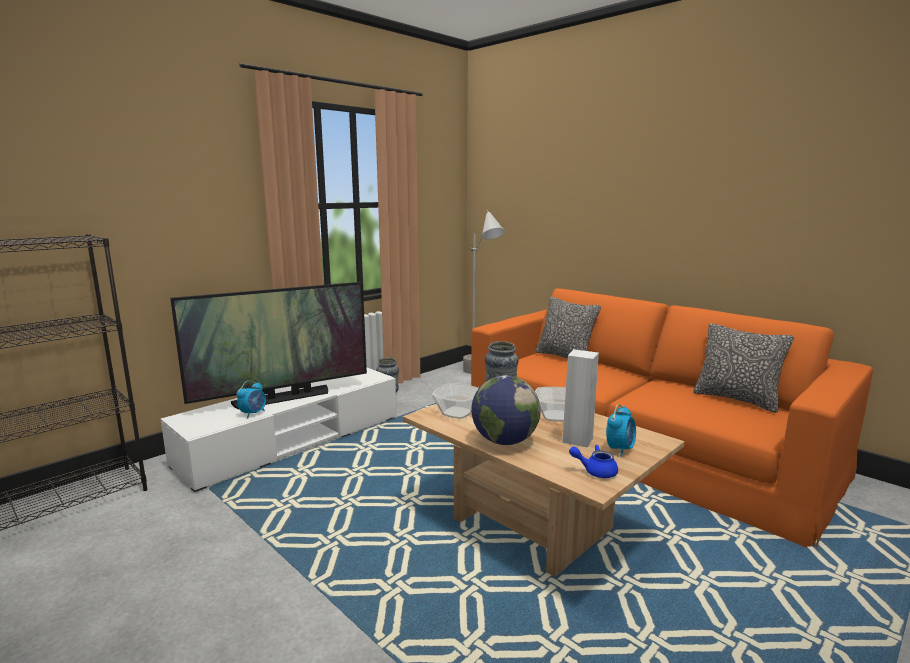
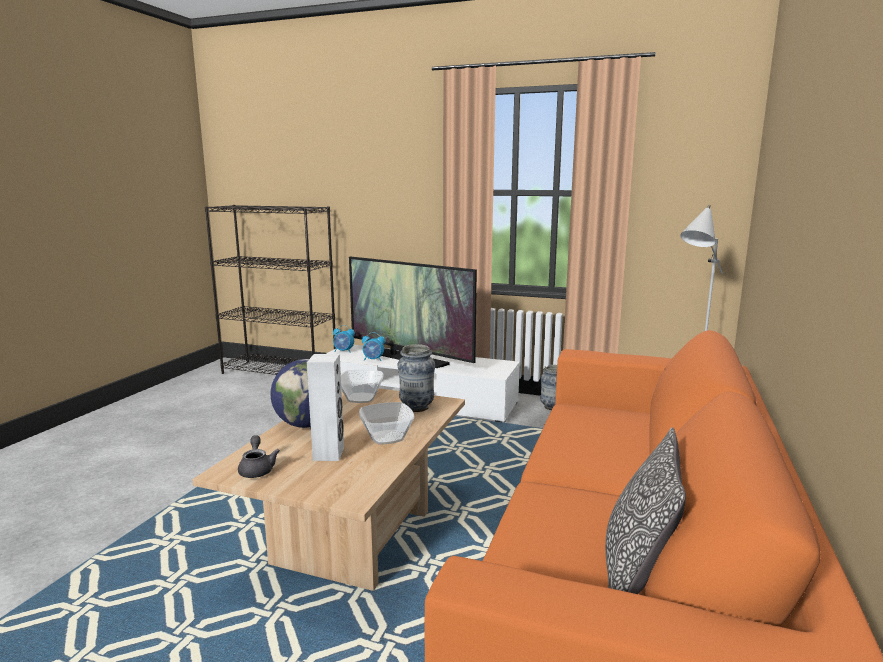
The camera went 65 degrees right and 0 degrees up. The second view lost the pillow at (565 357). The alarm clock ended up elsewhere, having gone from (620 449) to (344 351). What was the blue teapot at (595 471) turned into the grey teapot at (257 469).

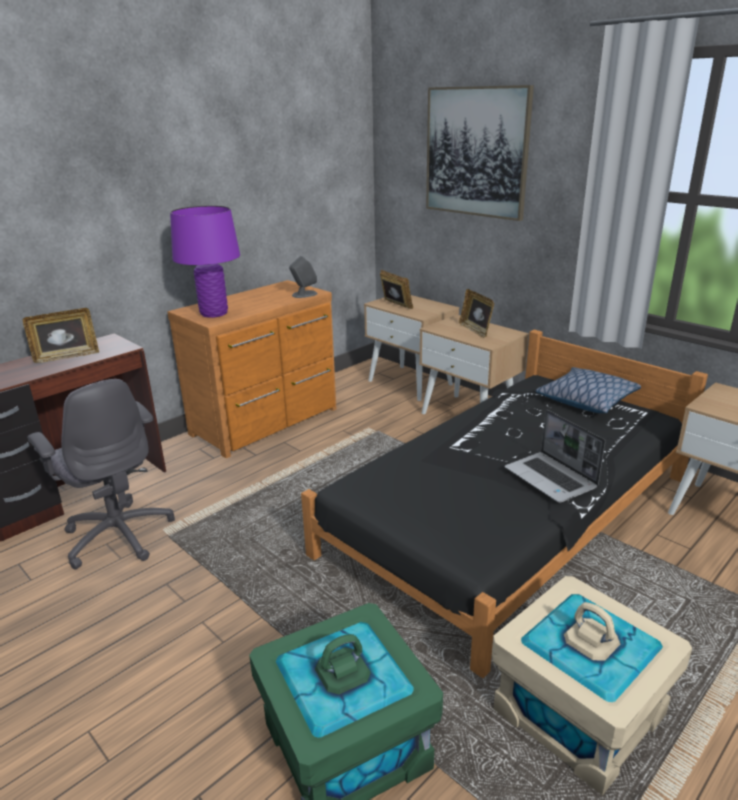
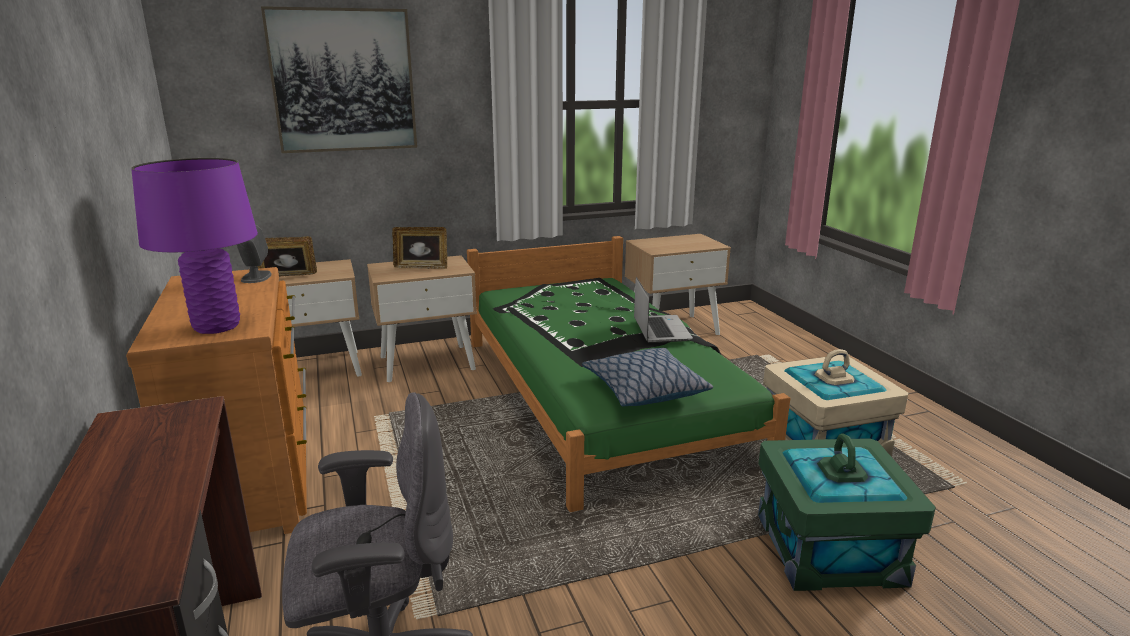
The camera went 65 degrees left and 5 degrees down. The second view lost the picture frame at (66 356). The pillow ended up elsewhere, having gone from (586 400) to (644 390). What was the black bed at (510 514) turned into the green bed at (599 395). The laptop at (551 478) ended up facing another way, 90 degrees counterclockwise from before.

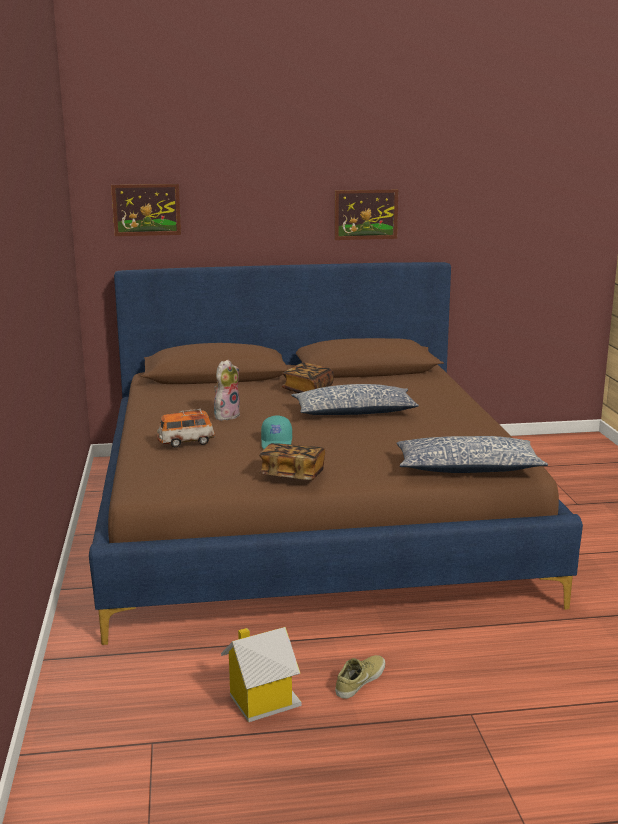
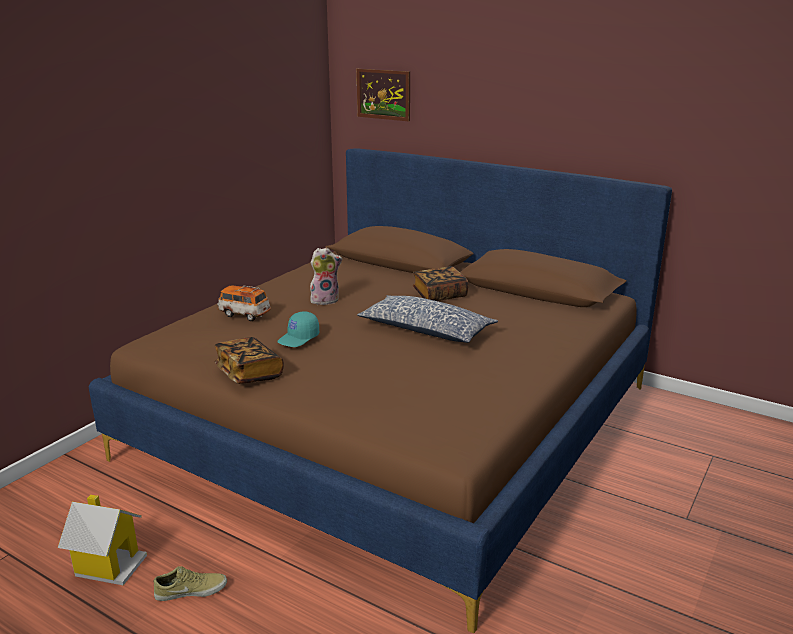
The camera went 40 degrees right and 5 degrees up. The second view lost the picture at (366 214). The second view lost the pillow at (467 468).

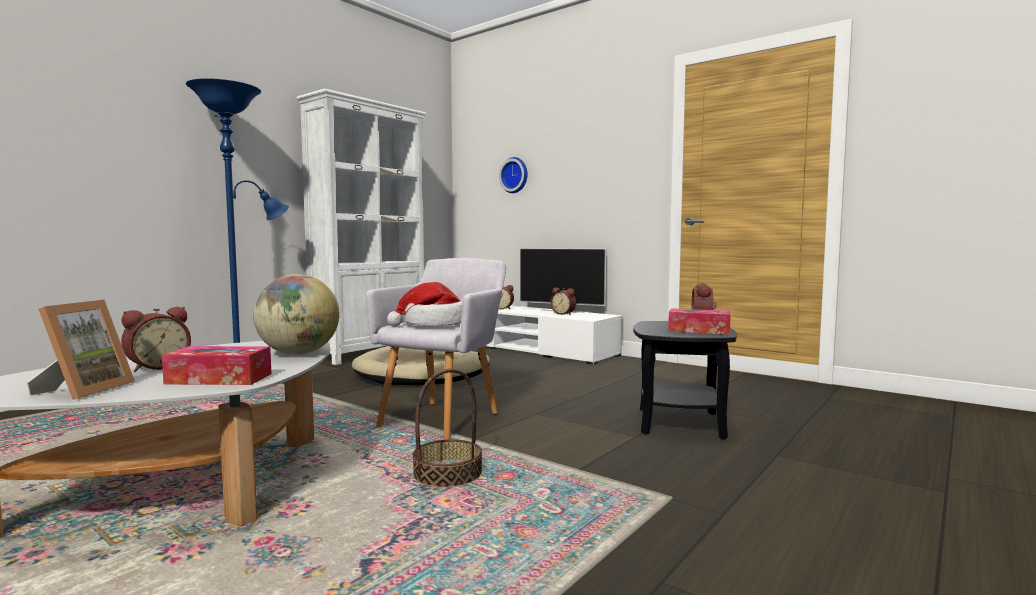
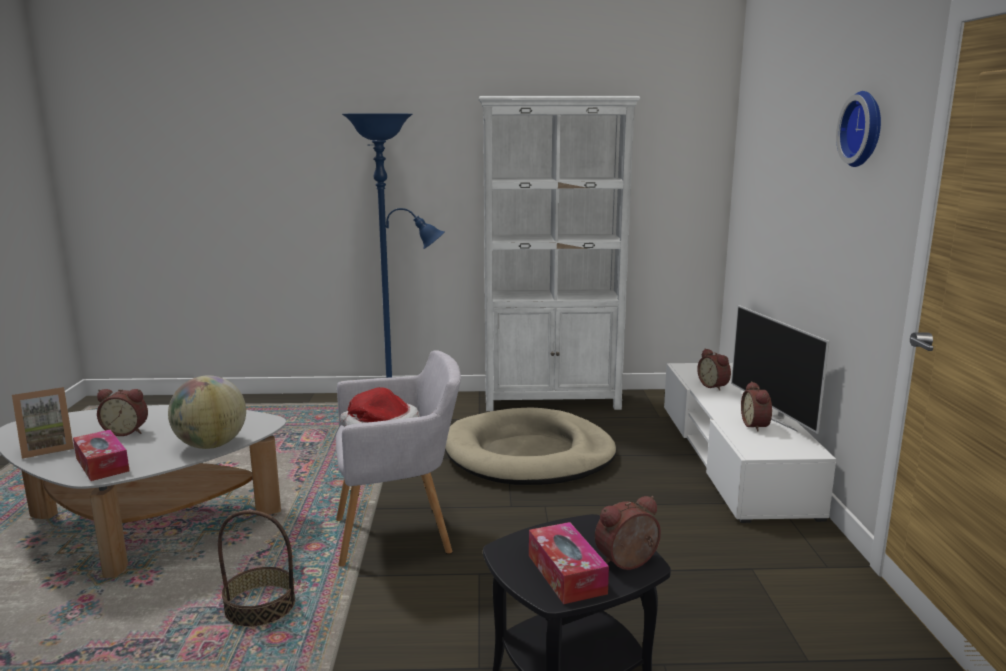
The camera went 50 degrees right and 10 degrees up. The wall clock ended up elsewhere, having gone from (515 175) to (865 129).

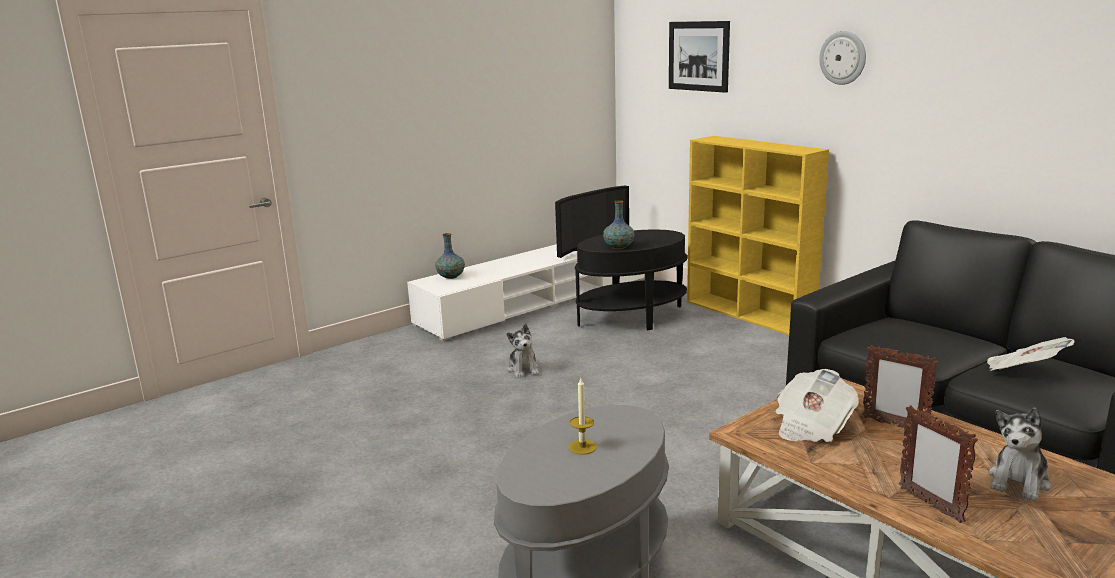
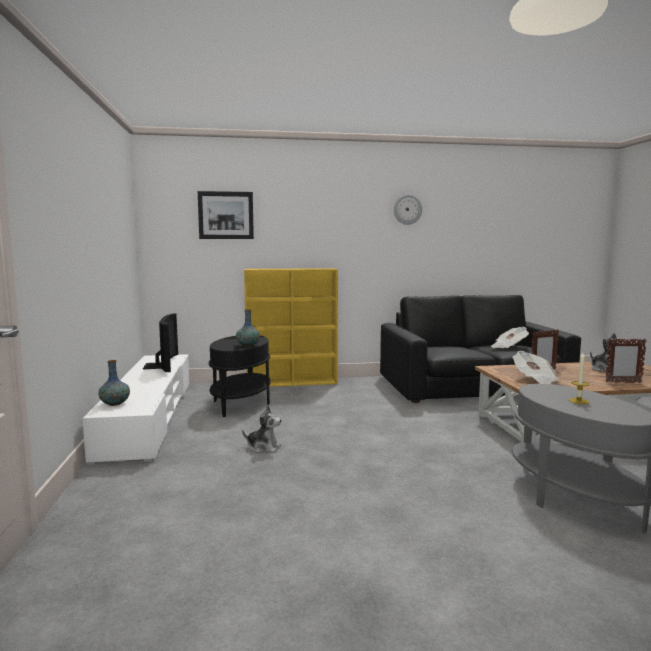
The camera went 60 degrees left and 10 degrees down. The wall clock ended up elsewhere, having gone from (843 57) to (407 209).

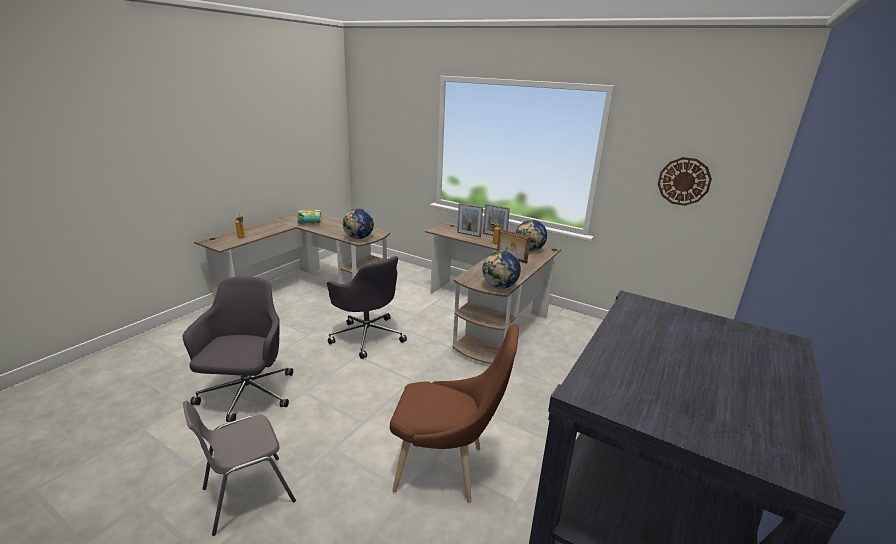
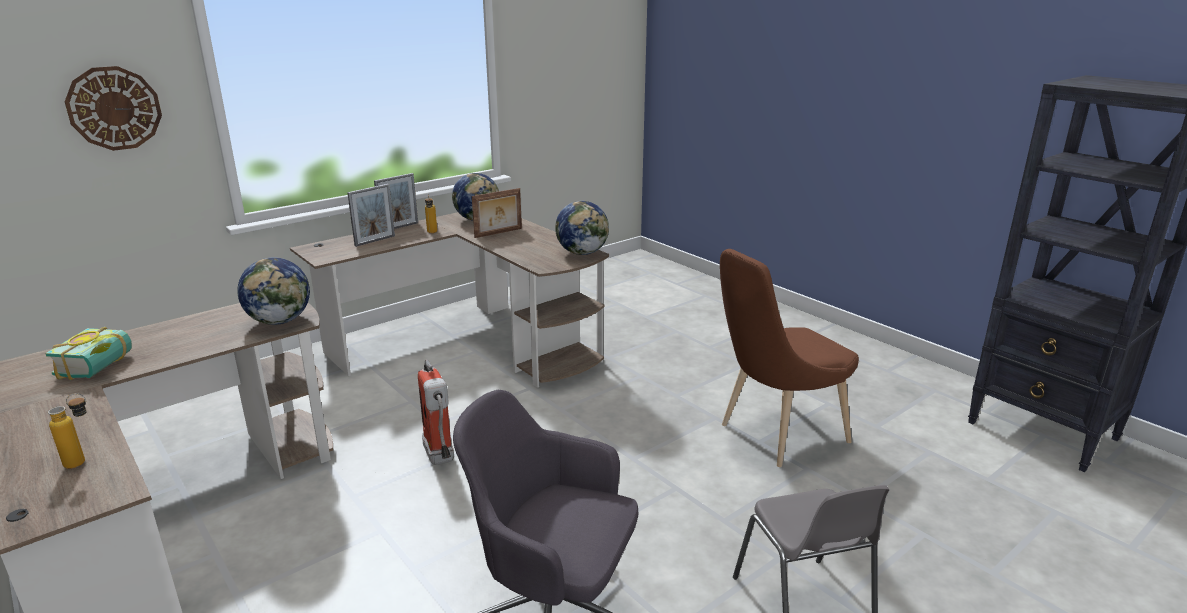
The camera went 70 degrees left and 0 degrees up. The wall clock ended up elsewhere, having gone from (684 181) to (114 108). Where the grey office chair stood at (367 335), the fire extinguisher came to stand at (441 459). The brown chair at (446 469) ended up facing another way, 150 degrees counterclockwise from before.

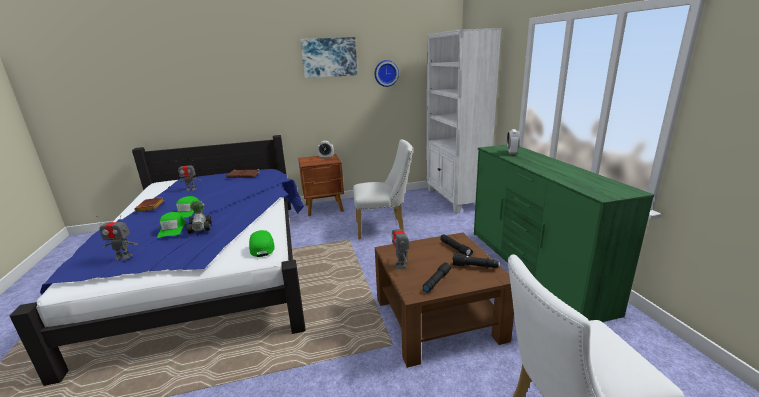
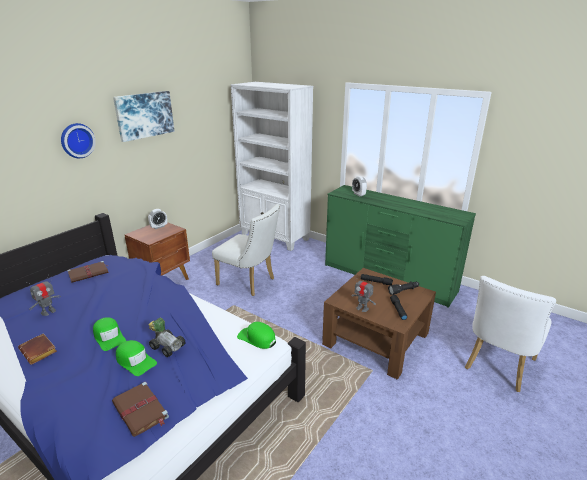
The camera went 40 degrees left and 5 degrees up. The wall clock ended up elsewhere, having gone from (386 73) to (77 140). Where the toy robot stood at (123 257), the brown book came to stand at (141 410). The white chair at (384 227) ended up facing another way, 75 degrees clockwise from before.

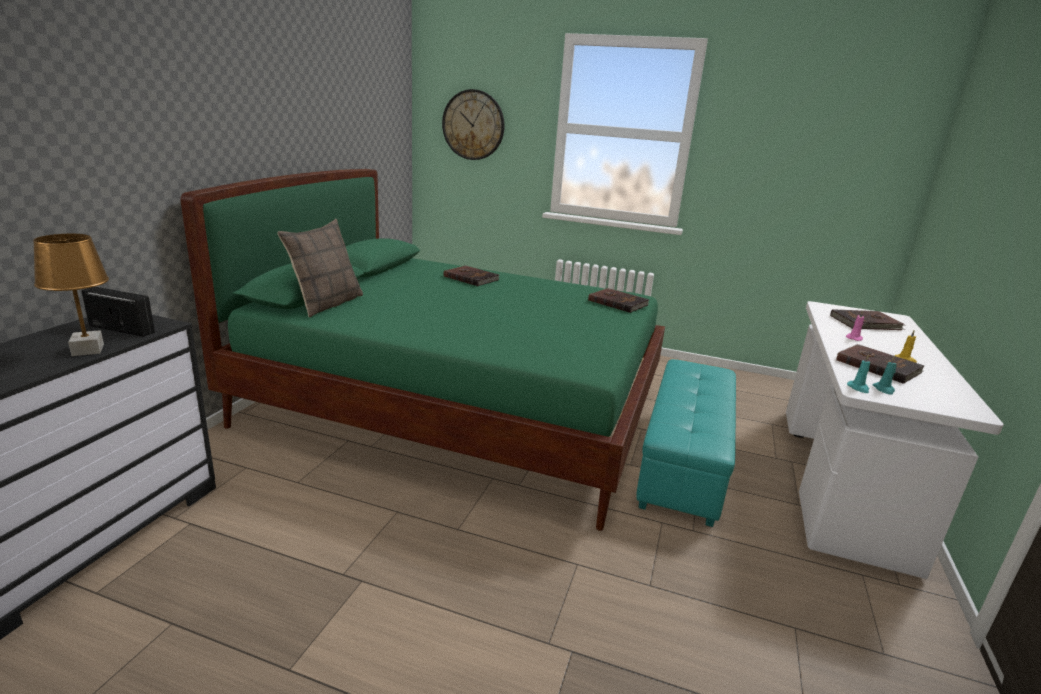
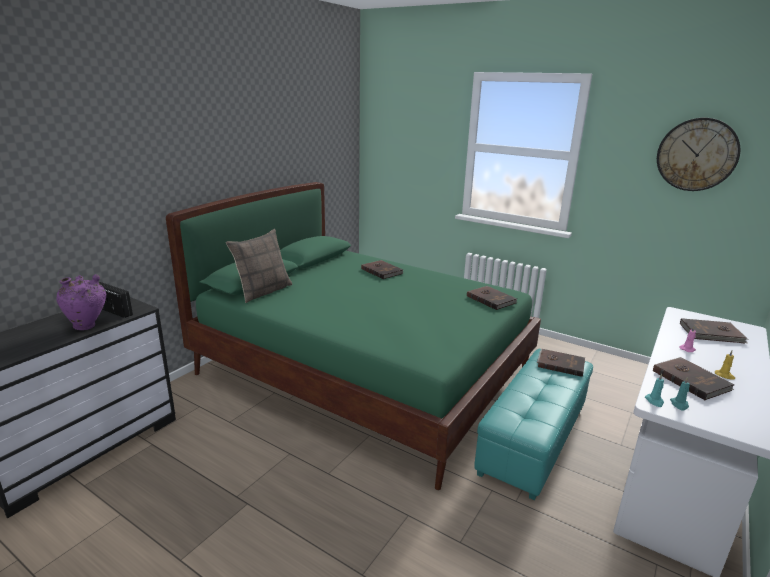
The camera went 15 degrees right and 0 degrees up. The second view gained the brown book at (560 364). The wall clock ended up elsewhere, having gone from (473 125) to (697 154). Where the brown table lamp stood at (87 350), the purple vase came to stand at (88 326).

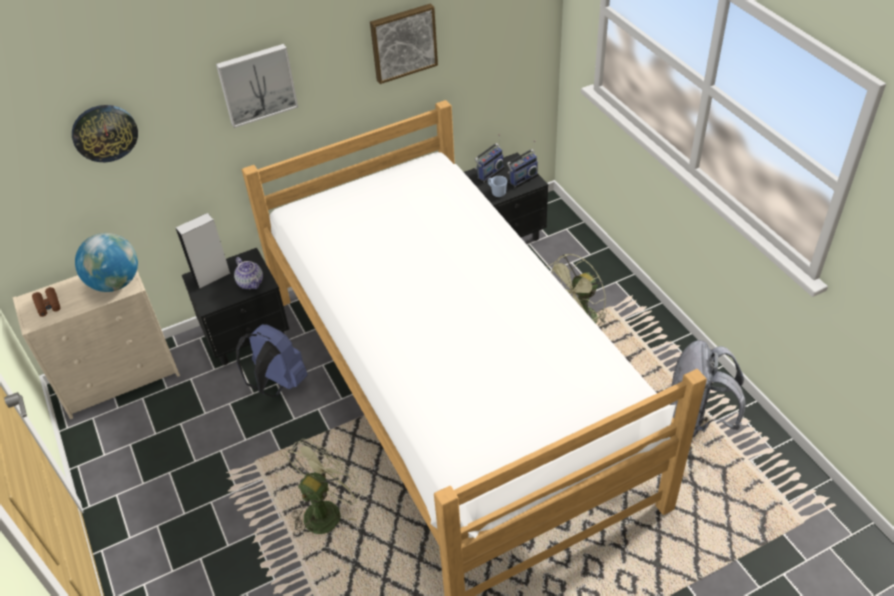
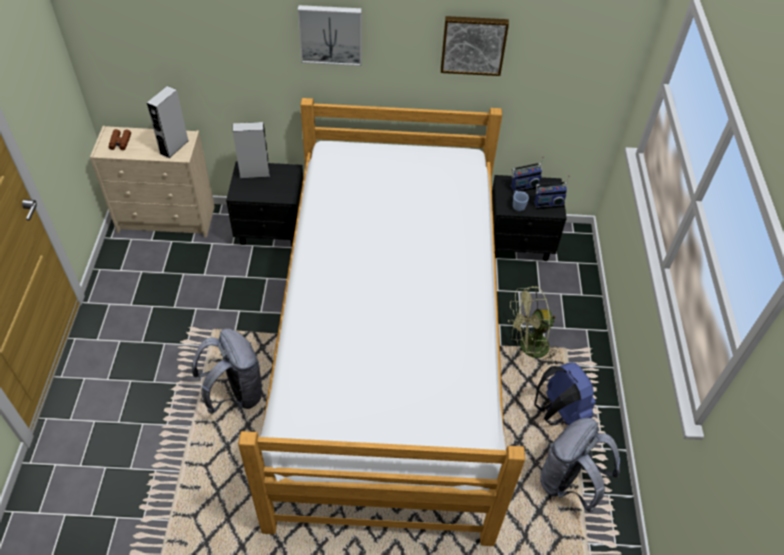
The camera went 25 degrees right and 5 degrees up. The second view lost the wall clock at (104 132). The second view lost the teapot at (251 282). The blue backpack ended up elsewhere, having gone from (277 383) to (559 412). Where the globe stood at (115 283), the grey speaker came to stand at (174 147). Where the green fan stood at (326 510), the grey backpack came to stand at (235 393).

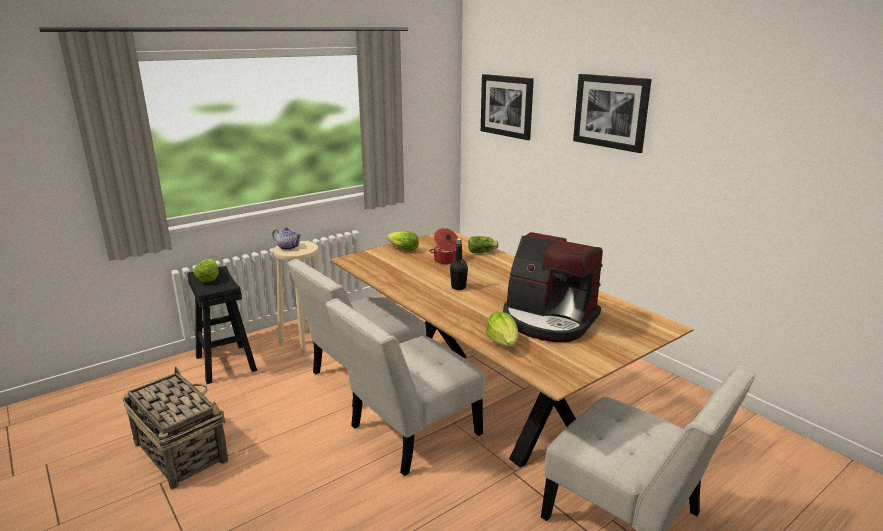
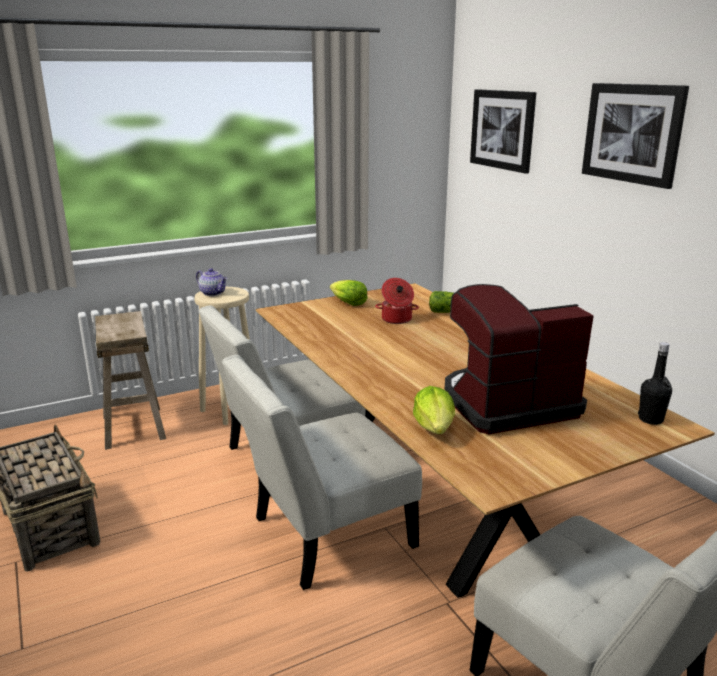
The camera went 10 degrees right and 0 degrees up. The second view lost the lettuce at (208 278). The black bottle ended up elsewhere, having gone from (458 287) to (650 419). What was the black stool at (226 363) turned into the beige stool at (134 427). The coffee machine at (548 320) ended up facing another way, 120 degrees clockwise from before.

